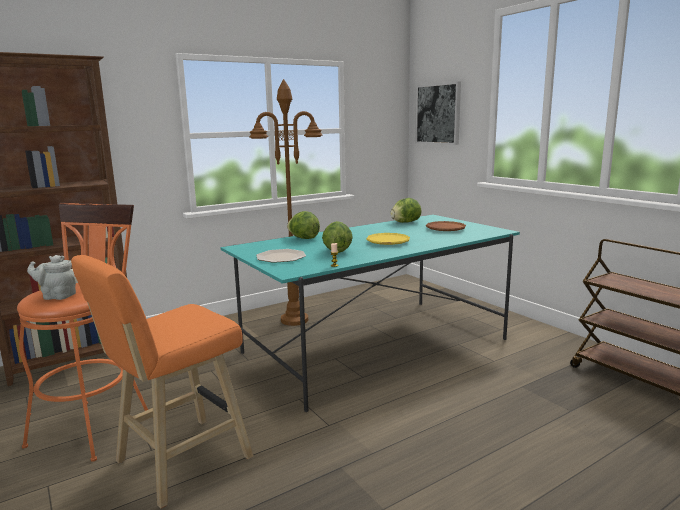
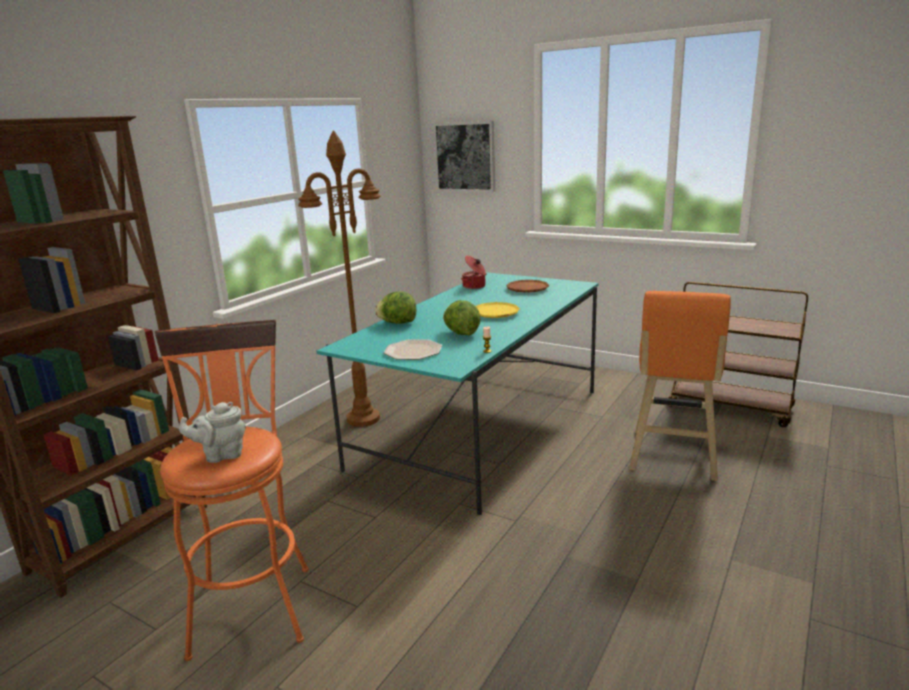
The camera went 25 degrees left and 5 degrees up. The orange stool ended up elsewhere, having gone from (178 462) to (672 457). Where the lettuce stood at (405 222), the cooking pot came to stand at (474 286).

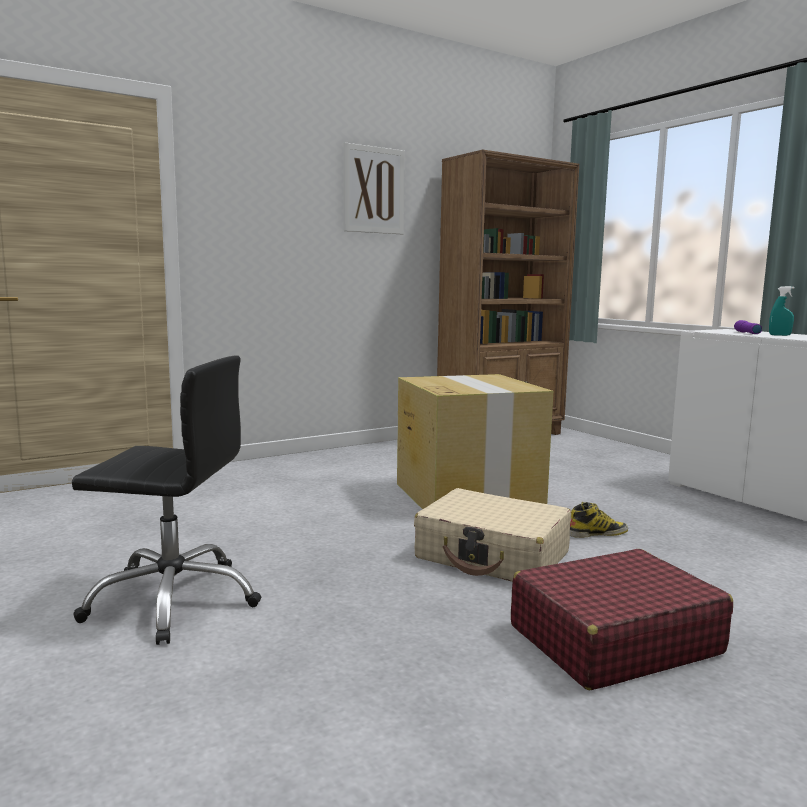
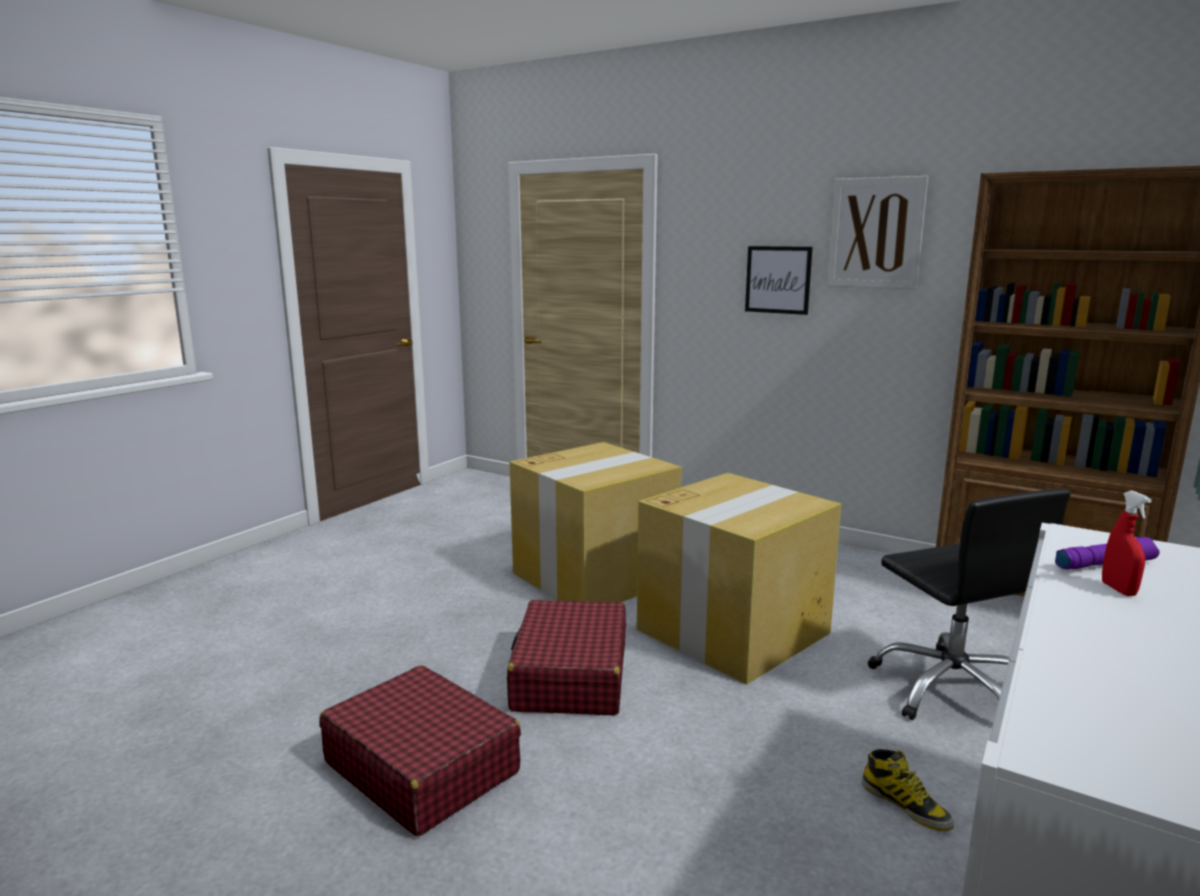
The camera went 65 degrees right and 5 degrees up. The second view gained the cardboard box at (596 576). The second view gained the picture at (778 280). The black office chair ended up elsewhere, having gone from (173 600) to (951 689). The boot ended up elsewhere, having gone from (597 533) to (906 805). What was the beige suitcase at (493 556) turned into the red suitcase at (570 676). What was the turquoise spray bottle at (779 335) turned into the red spray bottle at (1118 589).

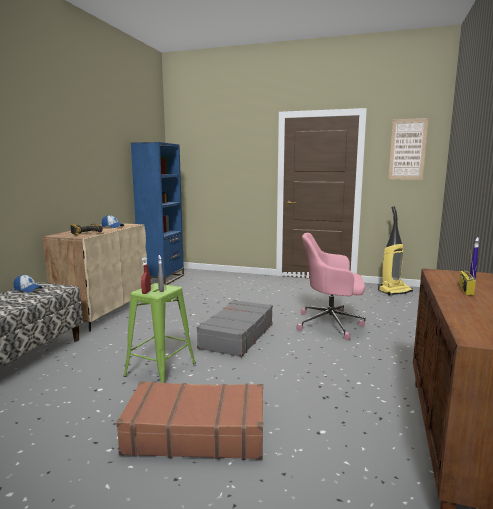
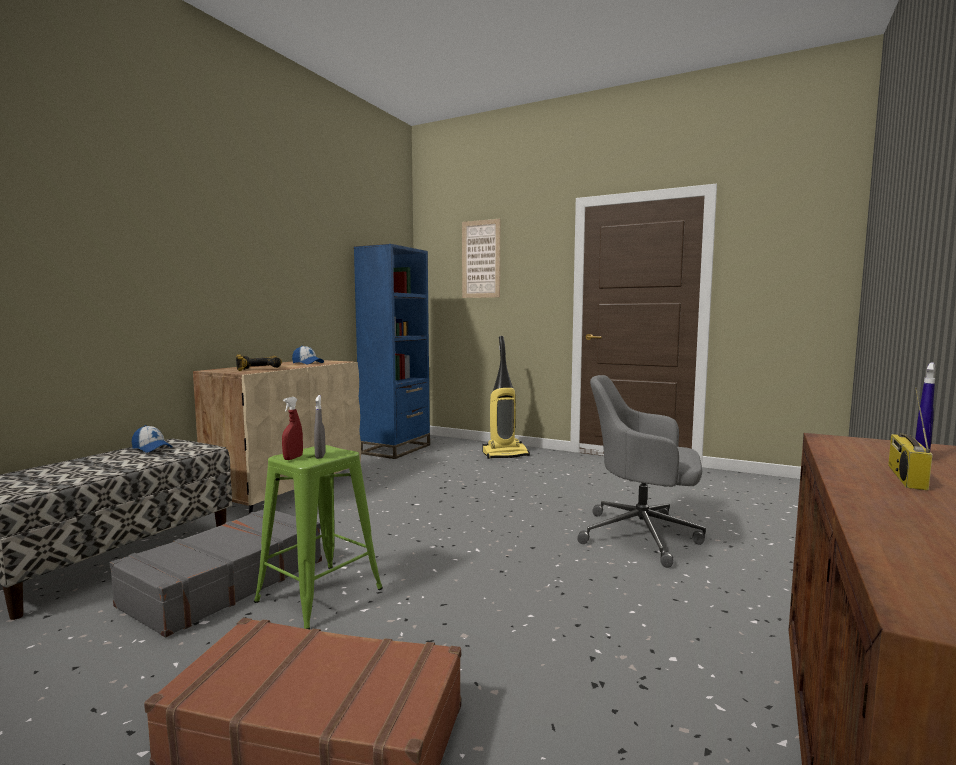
The camera went 10 degrees right and 5 degrees down. The grey suitcase ended up elsewhere, having gone from (236 336) to (225 582). The vacuum cleaner ended up elsewhere, having gone from (394 291) to (505 454). The picture ended up elsewhere, having gone from (407 149) to (481 259). What was the pink office chair at (331 324) turned into the grey office chair at (642 536).

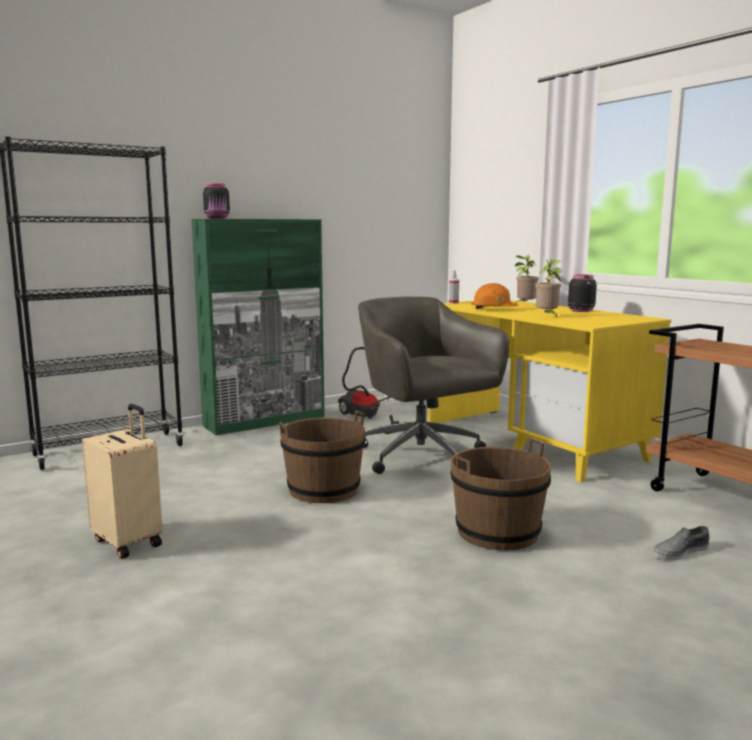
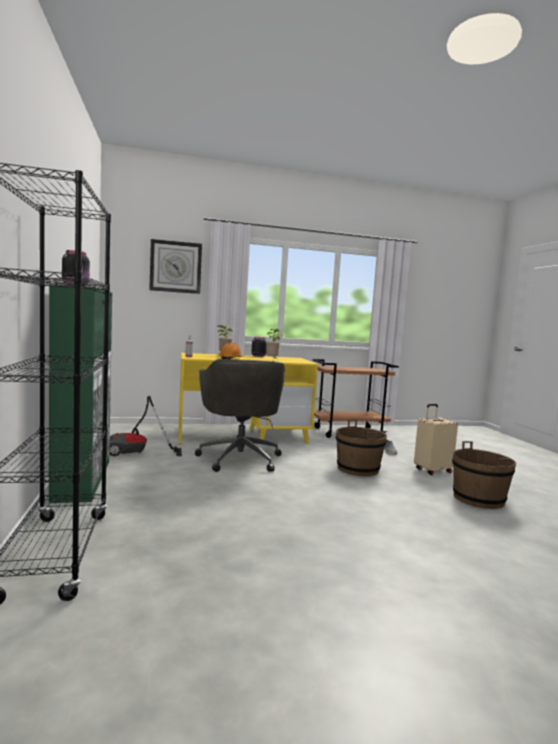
The camera went 70 degrees left and 5 degrees down. The second view gained the wall clock at (175 267). The beige suitcase ended up elsewhere, having gone from (129 542) to (432 470). The brown bucket ended up elsewhere, having gone from (324 490) to (478 499). The grey office chair at (423 457) ended up facing another way, 90 degrees counterclockwise from before.

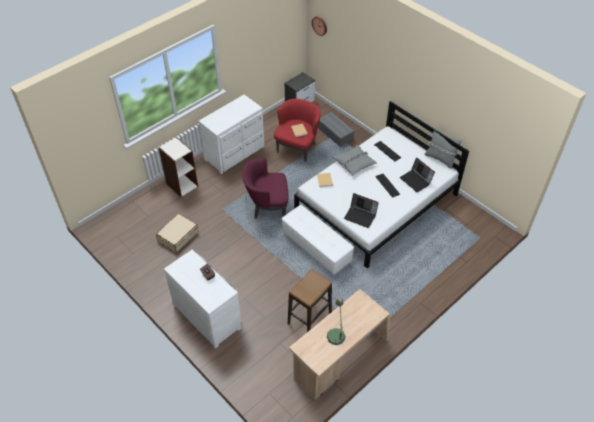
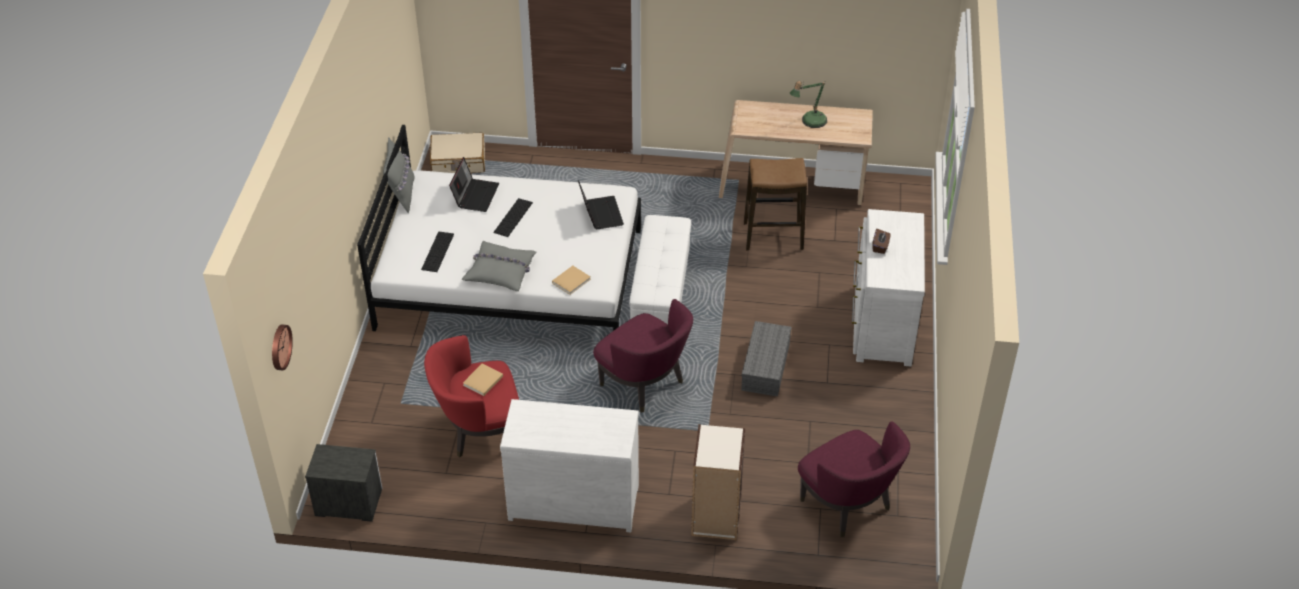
The camera went 130 degrees left and 5 degrees down. The second view gained the purple armchair at (848 505). The beige suitcase ended up elsewhere, having gone from (178 236) to (458 161). The grey storage box ended up elsewhere, having gone from (334 133) to (766 368).

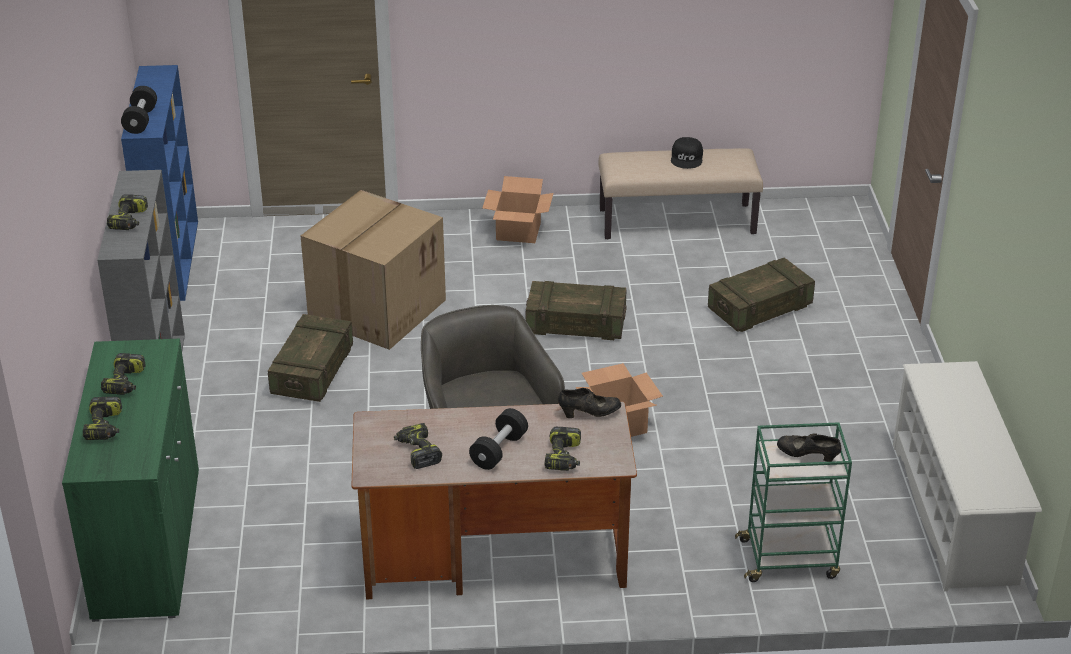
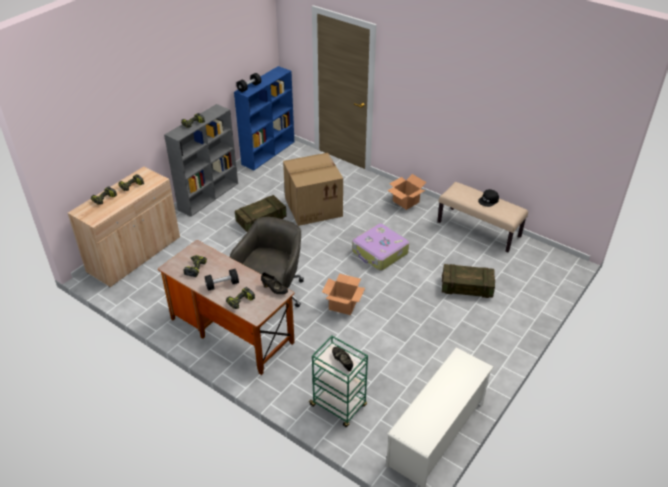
The camera went 40 degrees right and 5 degrees up. Where the crate stood at (576 324), the suitcase came to stand at (379 253). What was the green cabinet at (148 544) turned into the beige cabinet at (134 255).

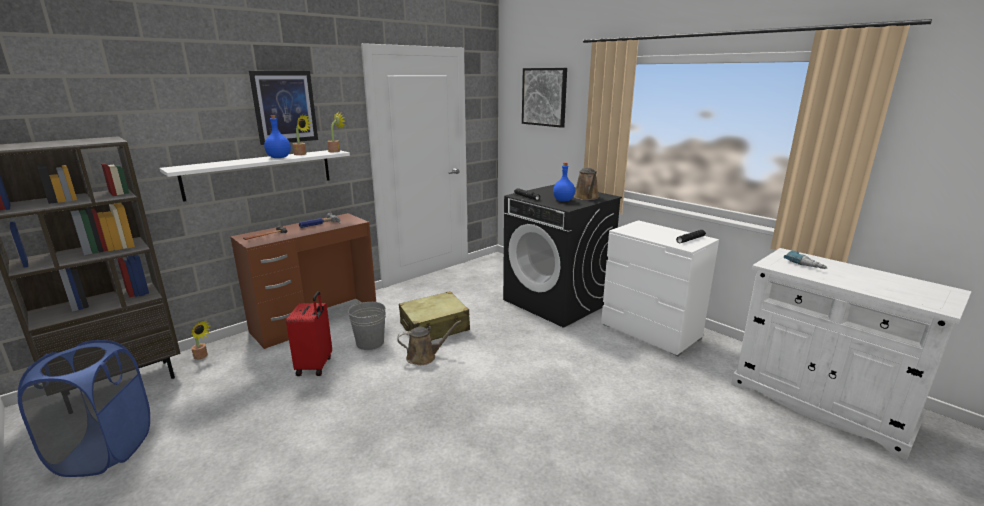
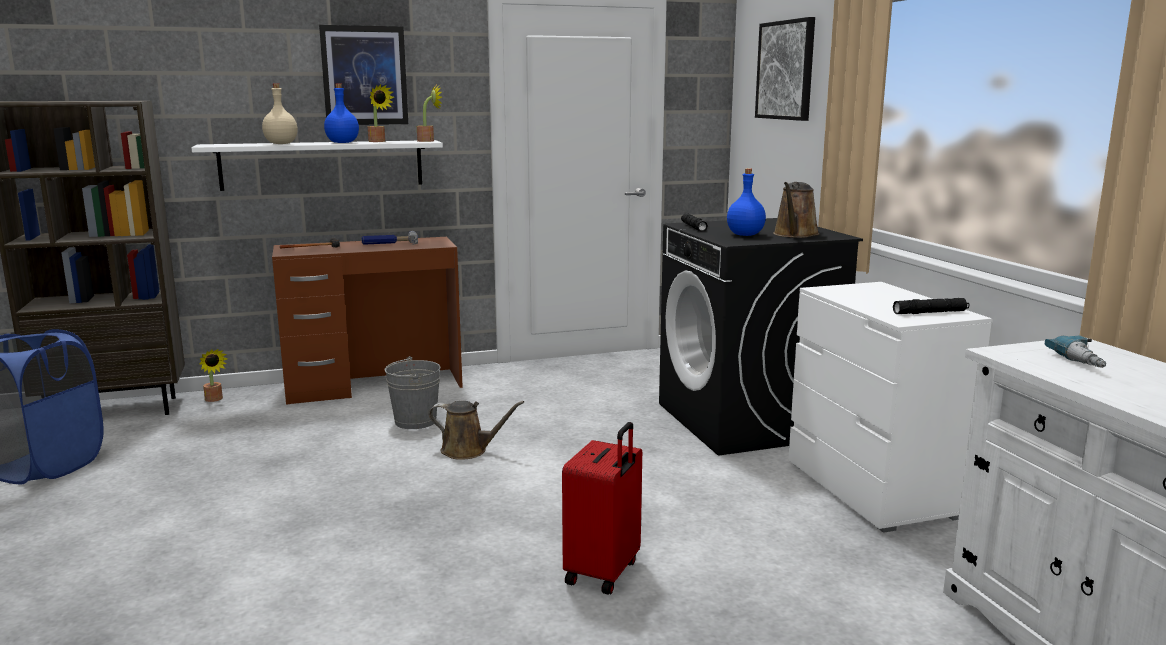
The camera went 25 degrees right and 5 degrees down. The second view lost the beige suitcase at (435 327). The second view gained the beige bottle at (281 144). The red suitcase ended up elsewhere, having gone from (315 366) to (604 572).

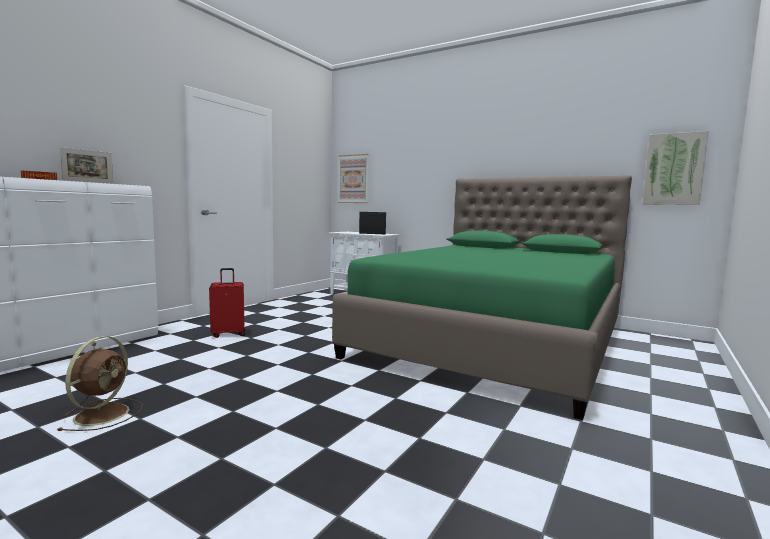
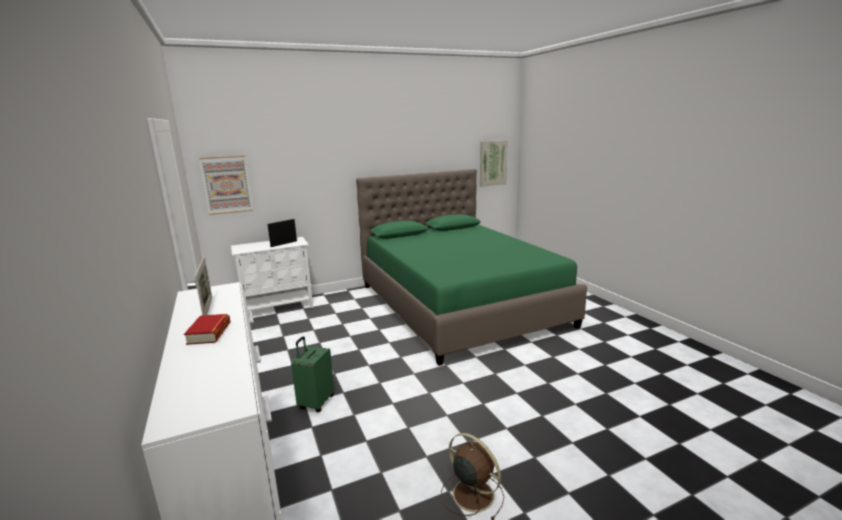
The camera went 55 degrees left and 10 degrees up. What was the red suitcase at (228 334) turned into the green suitcase at (316 402).

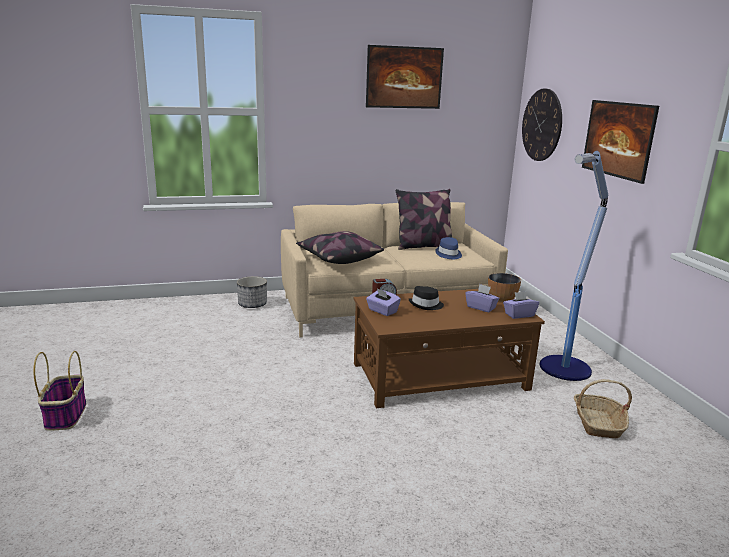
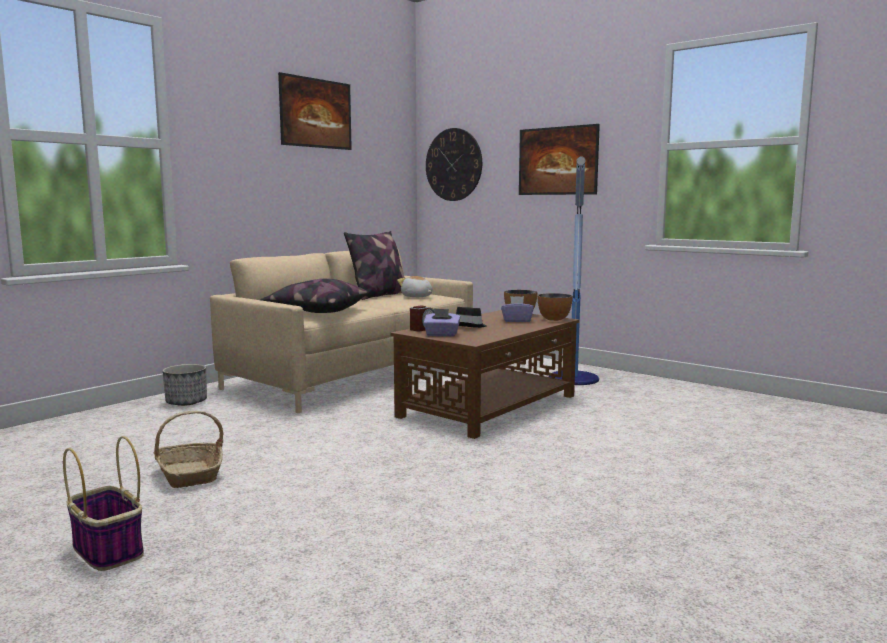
The camera went 35 degrees left and 10 degrees down. The basket ended up elsewhere, having gone from (598 423) to (189 474). Where the blue hat stood at (448 254), the plush toy came to stand at (416 296). Where the purple tissue box stood at (519 315), the bowl came to stand at (554 319).

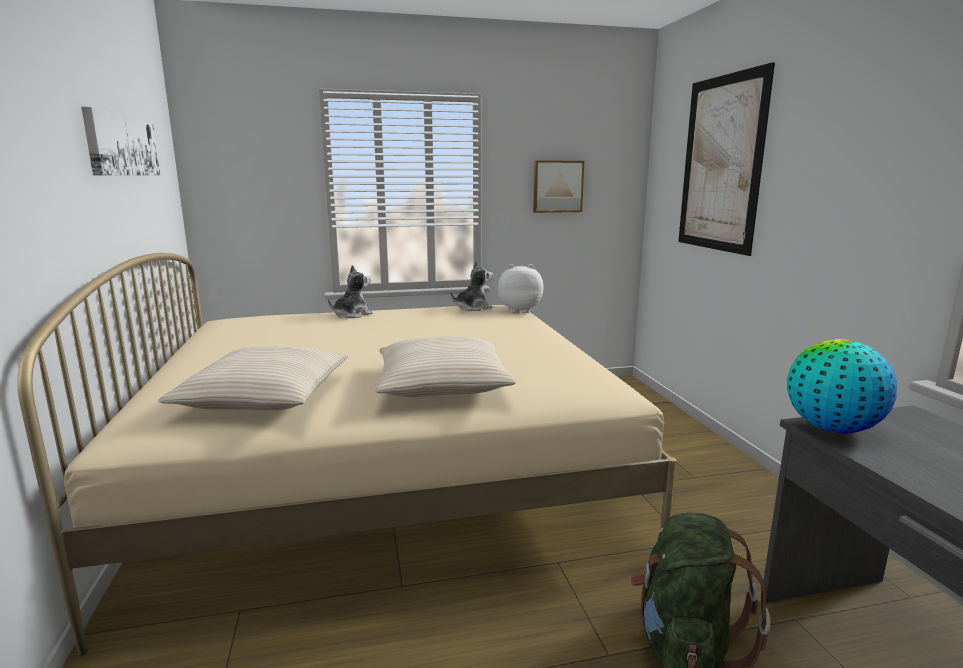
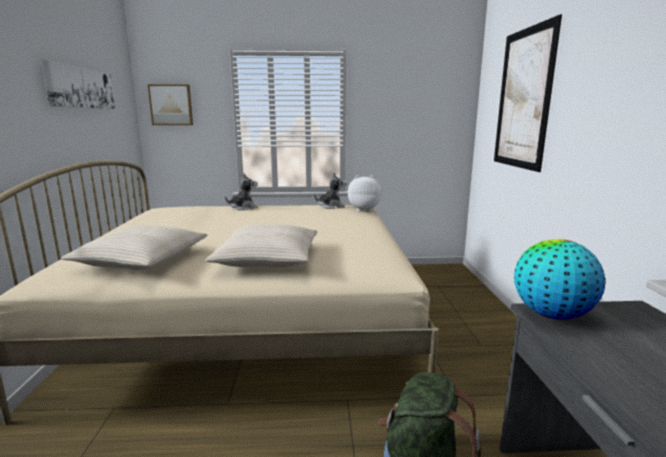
The camera went 10 degrees right and 0 degrees up. The picture ended up elsewhere, having gone from (557 186) to (171 105).

